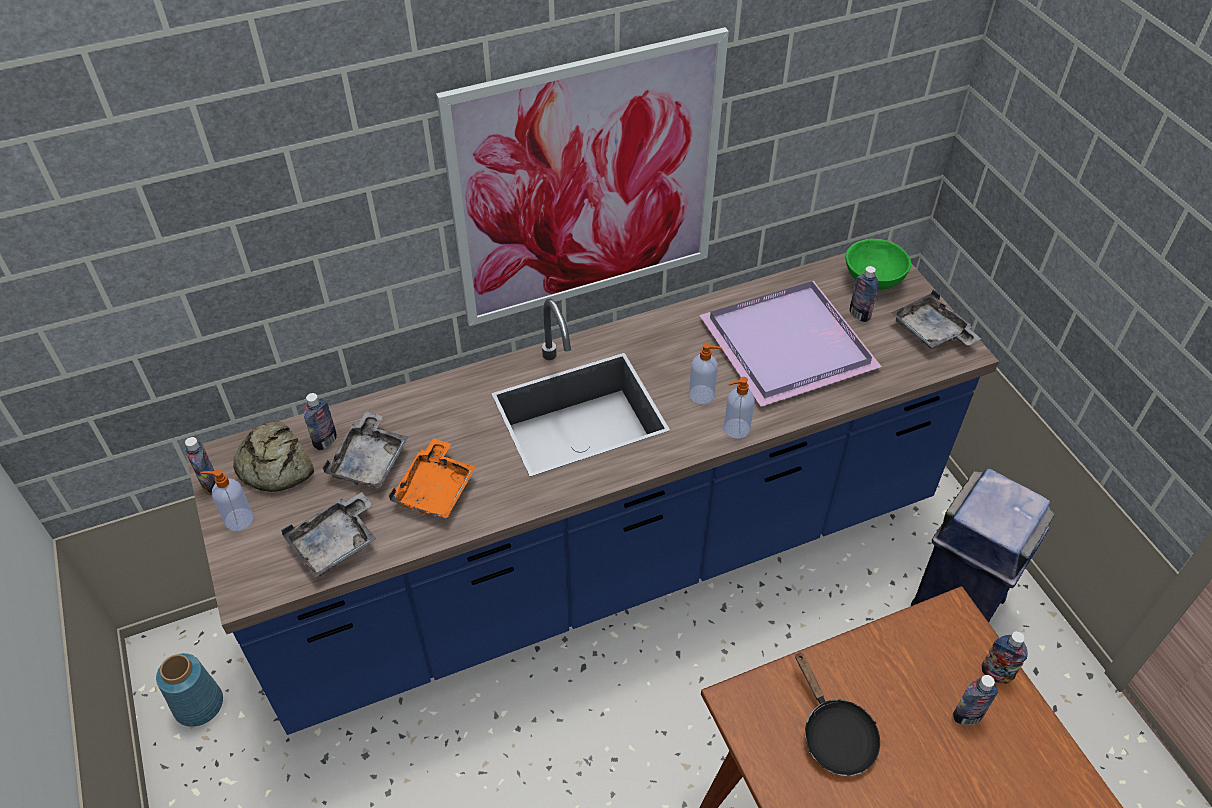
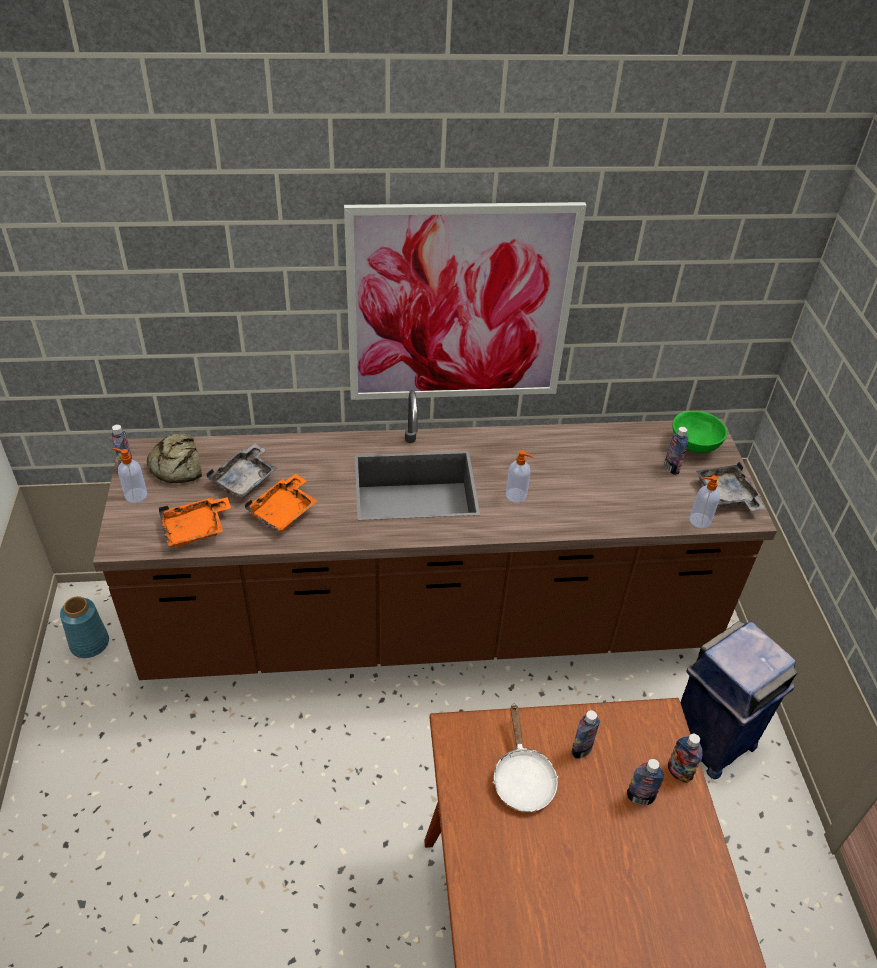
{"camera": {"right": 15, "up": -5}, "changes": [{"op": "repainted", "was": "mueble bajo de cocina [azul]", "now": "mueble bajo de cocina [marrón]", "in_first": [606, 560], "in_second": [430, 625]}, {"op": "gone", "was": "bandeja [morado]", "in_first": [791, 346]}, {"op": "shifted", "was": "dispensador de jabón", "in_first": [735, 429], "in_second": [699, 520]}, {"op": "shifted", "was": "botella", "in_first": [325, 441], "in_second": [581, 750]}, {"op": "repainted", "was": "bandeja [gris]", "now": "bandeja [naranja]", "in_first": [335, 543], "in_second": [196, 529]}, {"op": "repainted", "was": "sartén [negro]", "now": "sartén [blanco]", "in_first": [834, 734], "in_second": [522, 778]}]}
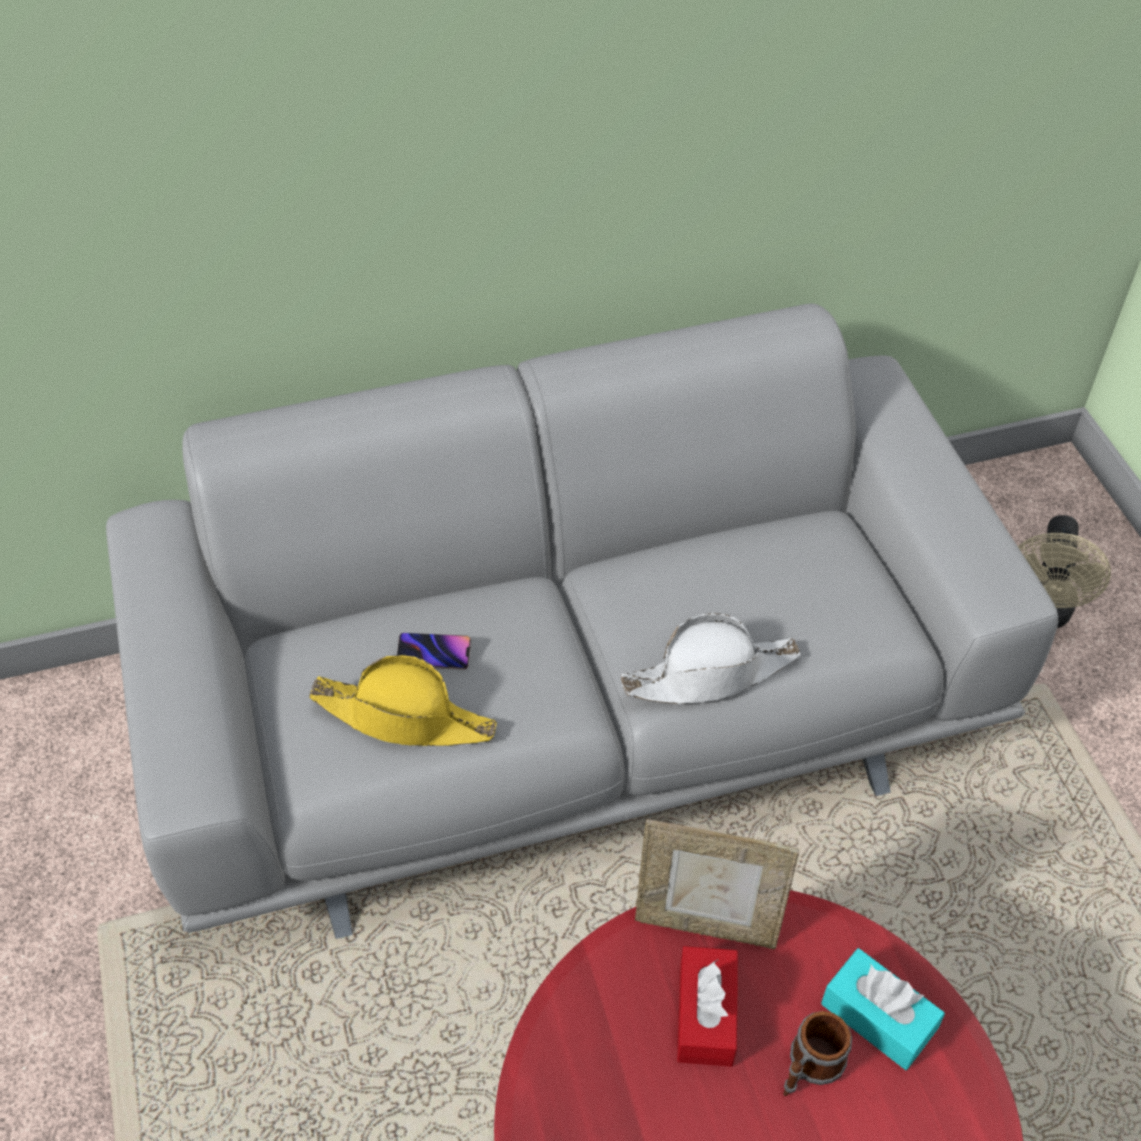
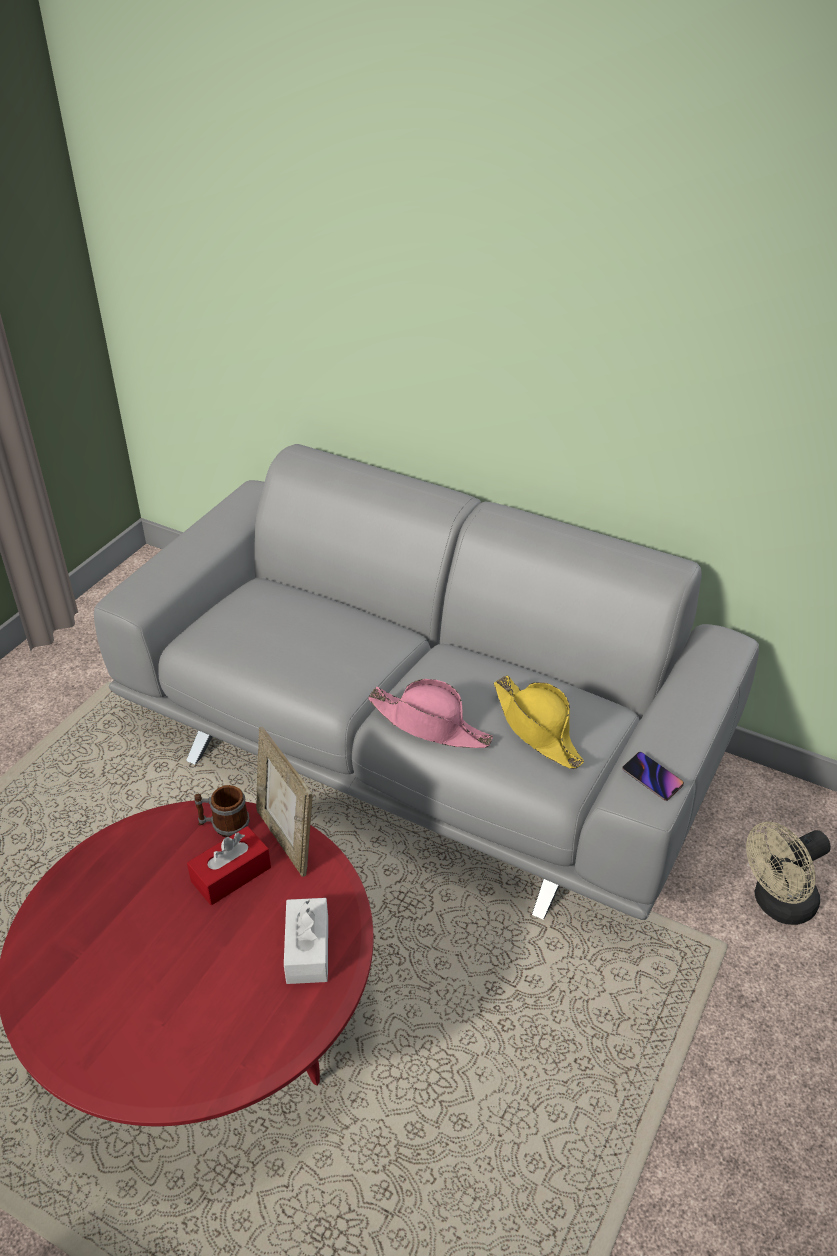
{"camera": {"right": 45, "up": -10}, "changes": [{"op": "repainted", "was": "sombrero [blanco]", "now": "sombrero [rosa]", "in_first": [711, 674], "in_second": [430, 724]}, {"op": "shifted", "was": "móvil", "in_first": [434, 653], "in_second": [652, 778]}, {"op": "shifted", "was": "sombrero [amarillo]", "in_first": [405, 717], "in_second": [537, 728]}, {"op": "repainted", "was": "caja de pañuelos [turquesa]", "now": "caja de pañuelos [blanco]", "in_first": [878, 1017], "in_second": [307, 949]}, {"op": "shifted", "was": "taza grande", "in_first": [809, 1068], "in_second": [224, 825]}]}
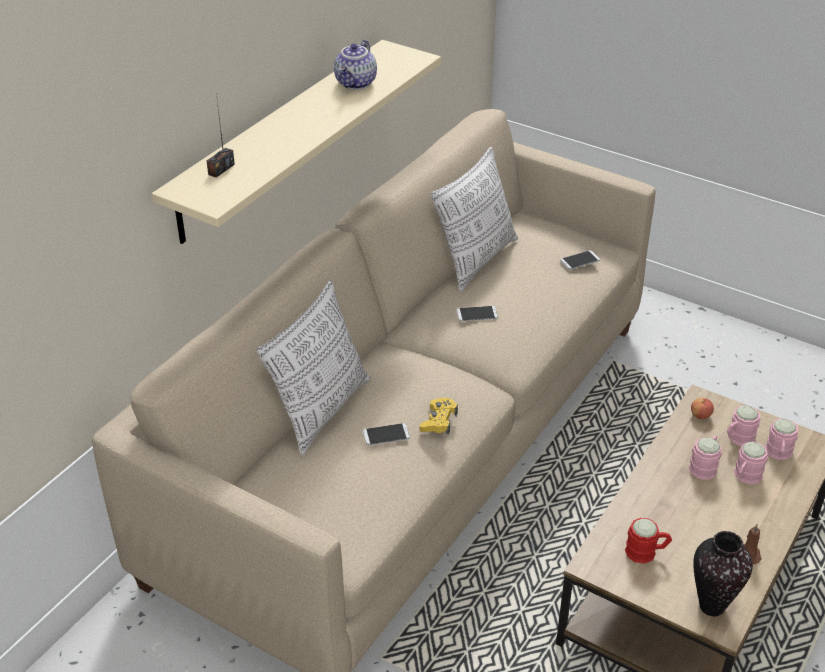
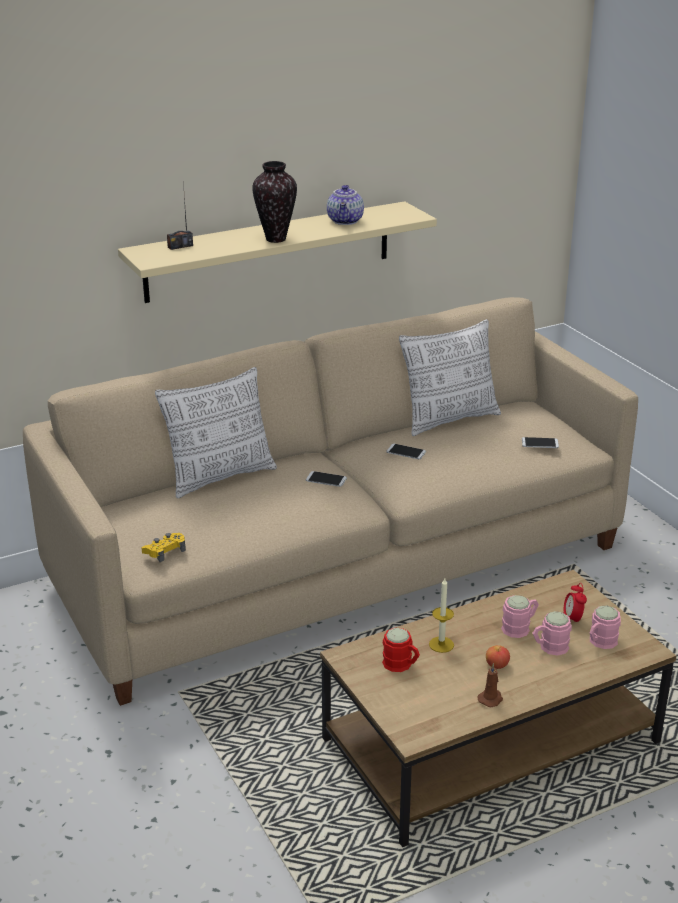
{"camera": {"right": 30, "up": -10}, "changes": [{"op": "rotated", "was": "tetera", "in_first": [356, 83], "in_second": [346, 221], "clockwise": -45}, {"op": "shifted", "was": "mando de consola [amarillo]", "in_first": [439, 421], "in_second": [165, 551]}, {"op": "shifted", "was": "manzana", "in_first": [700, 415], "in_second": [497, 665]}, {"op": "swapped", "was": "taza grande [rosa]", "now": "despertador", "in_first": [737, 439], "in_second": [572, 619]}, {"op": "shifted", "was": "móvil", "in_first": [386, 435], "in_second": [326, 479]}, {"op": "shifted", "was": "florero", "in_first": [712, 605], "in_second": [276, 239]}, {"op": "new", "now": "vela", "in_second": [441, 644]}]}
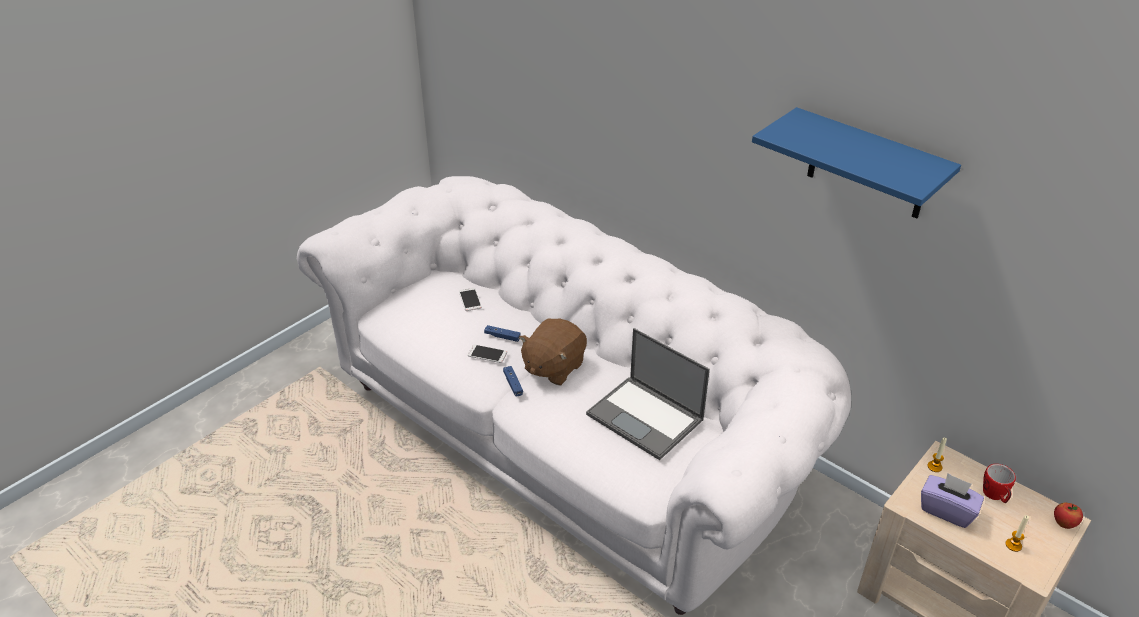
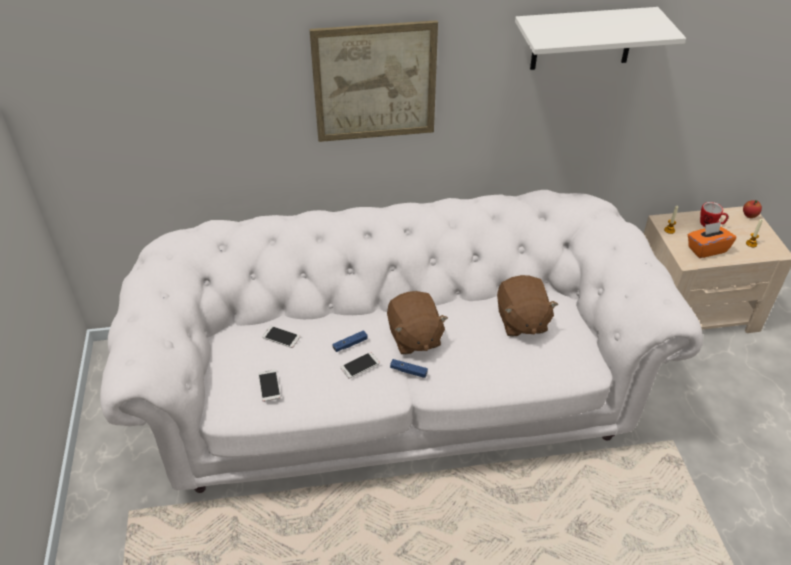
{"camera": {"right": -50, "up": 5}, "changes": [{"op": "repainted", "was": "estante [azul]", "now": "estante [blanco]", "in_first": [868, 165], "in_second": [582, 38]}, {"op": "swapped", "was": "portátil", "now": "peluche [marrón]", "in_first": [646, 417], "in_second": [521, 321]}, {"op": "repainted", "was": "caja de pañuelos [morado]", "now": "caja de pañuelos [naranja]", "in_first": [946, 510], "in_second": [706, 249]}, {"op": "new", "now": "cuadro", "in_second": [375, 82]}, {"op": "new", "now": "móvil", "in_second": [269, 385]}]}
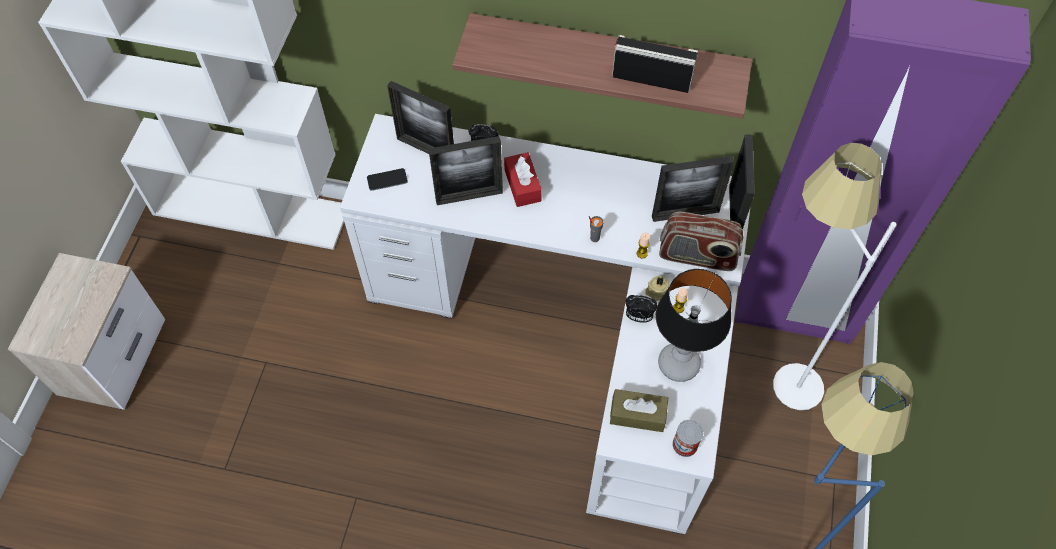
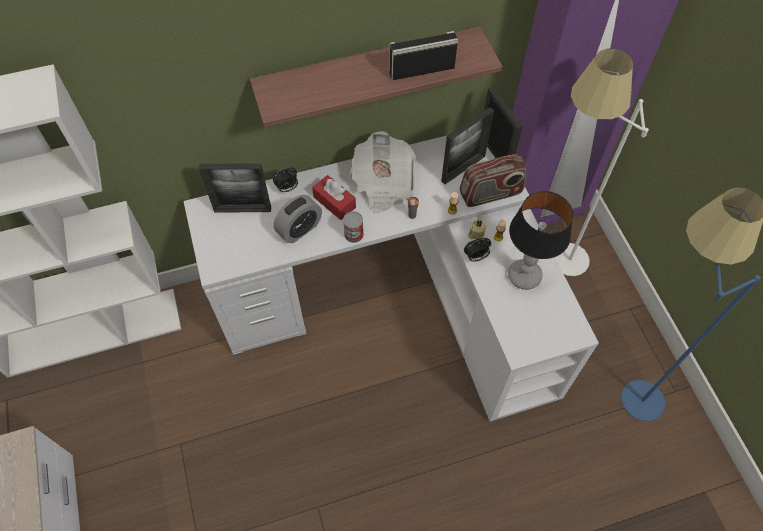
{"camera": {"right": -30, "up": 0}, "changes": [{"op": "swapped", "was": "portarretratos", "now": "despertador", "in_first": [469, 196], "in_second": [299, 229]}, {"op": "gone", "was": "móvil", "in_first": [387, 180]}, {"op": "gone", "was": "caja de pañuelos [marrón]", "in_first": [637, 415]}, {"op": "shifted", "was": "lata", "in_first": [685, 444], "in_second": [353, 234]}, {"op": "new", "now": "periódico", "in_second": [383, 184]}]}
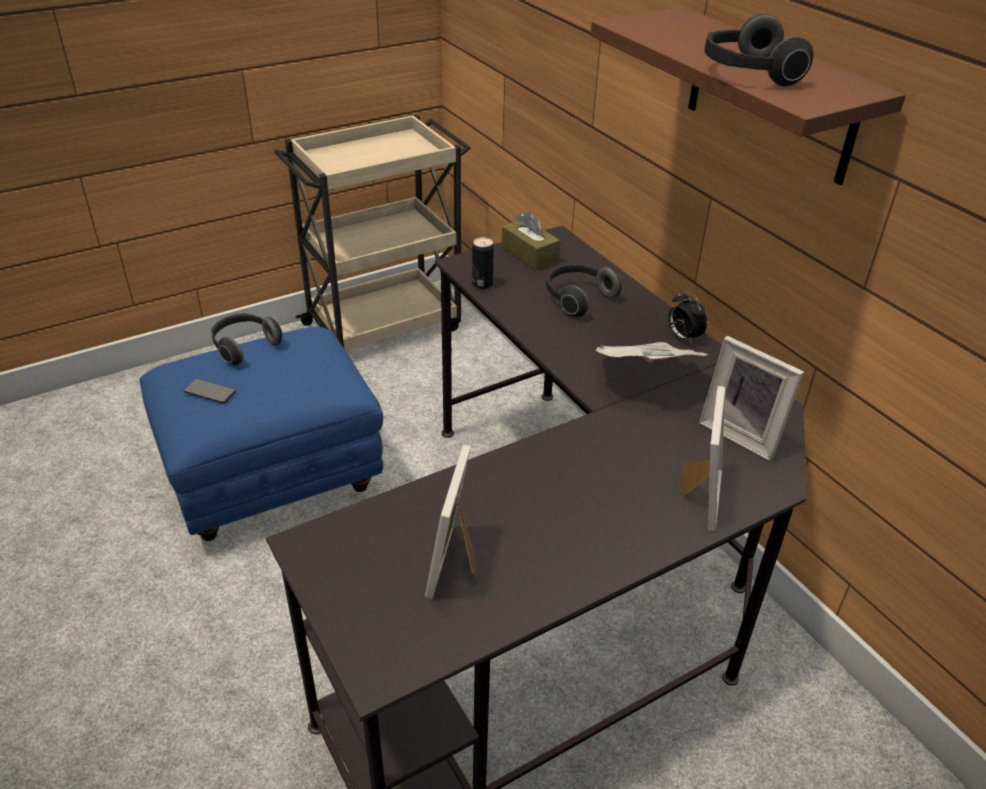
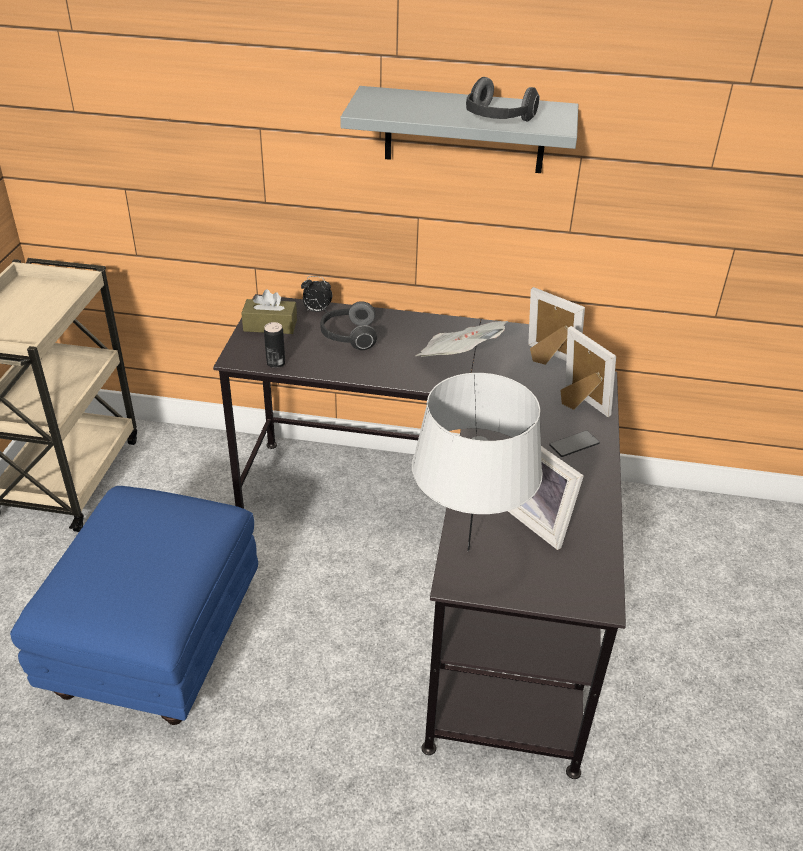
{"camera": {"right": -50, "up": 0}, "changes": [{"op": "repainted", "was": "estante [marrón]", "now": "estante [gris]", "in_first": [770, 95], "in_second": [464, 130]}, {"op": "shifted", "was": "despertador", "in_first": [683, 337], "in_second": [316, 311]}, {"op": "gone", "was": "auriculares", "in_first": [244, 346]}, {"op": "rotated", "was": "portarretratos", "in_first": [742, 433], "in_second": [548, 359], "clockwise": -135}, {"op": "shifted", "was": "móvil", "in_first": [209, 392], "in_second": [574, 444]}, {"op": "new", "now": "lámpara de mesa [gris]", "in_second": [468, 551]}]}
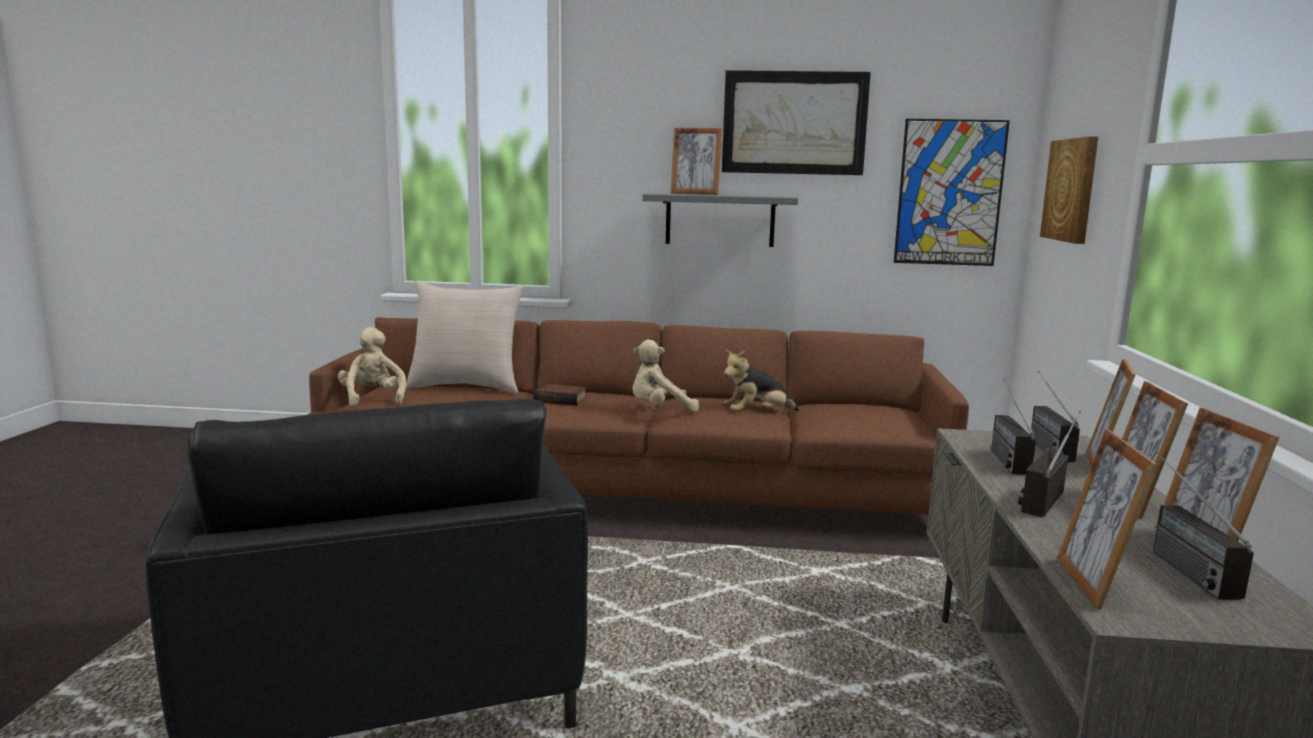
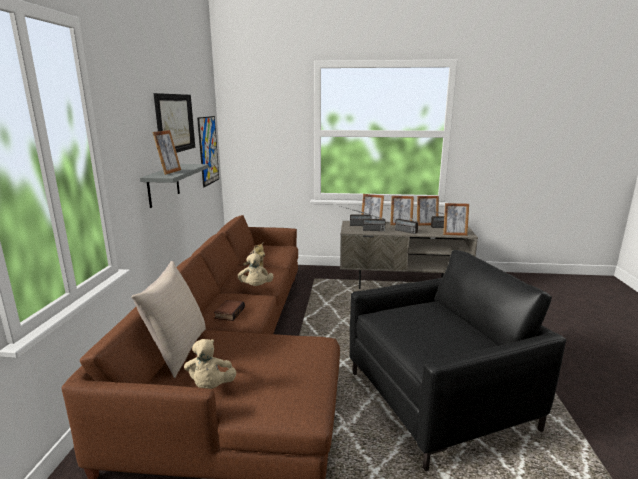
{"camera": {"right": -90, "up": 5}, "changes": [{"op": "gone", "was": "cuadro", "in_first": [1071, 190]}, {"op": "rotated", "was": "peluche [beis]", "in_first": [373, 398], "in_second": [211, 386], "clockwise": -75}]}
